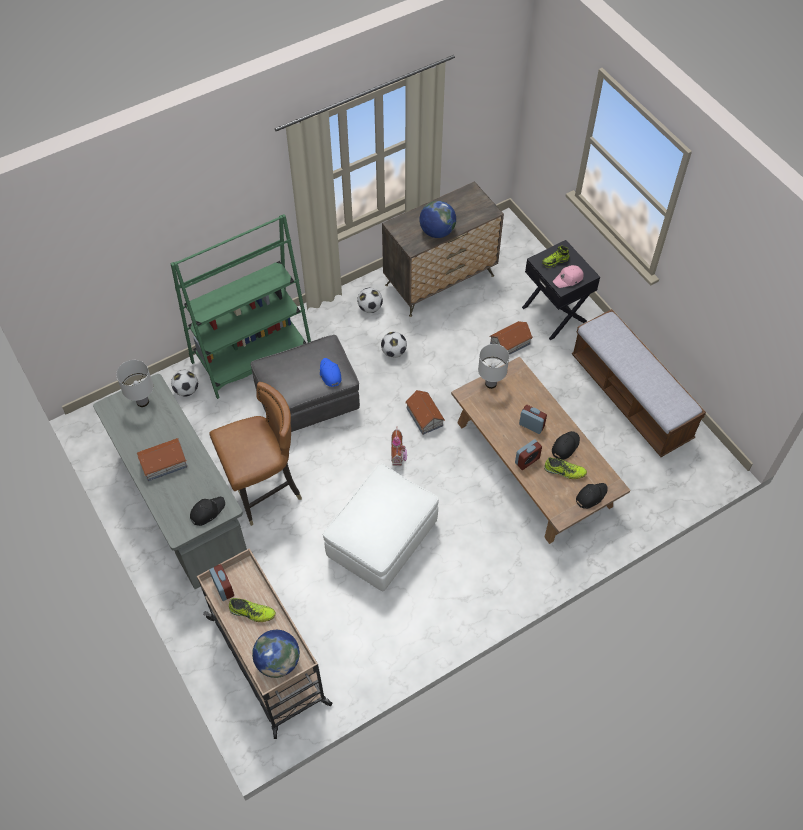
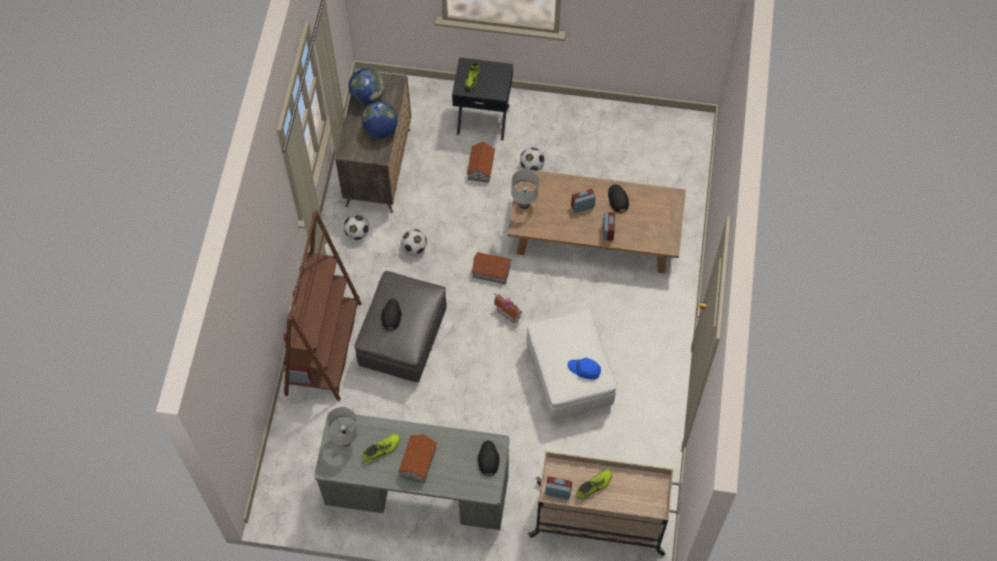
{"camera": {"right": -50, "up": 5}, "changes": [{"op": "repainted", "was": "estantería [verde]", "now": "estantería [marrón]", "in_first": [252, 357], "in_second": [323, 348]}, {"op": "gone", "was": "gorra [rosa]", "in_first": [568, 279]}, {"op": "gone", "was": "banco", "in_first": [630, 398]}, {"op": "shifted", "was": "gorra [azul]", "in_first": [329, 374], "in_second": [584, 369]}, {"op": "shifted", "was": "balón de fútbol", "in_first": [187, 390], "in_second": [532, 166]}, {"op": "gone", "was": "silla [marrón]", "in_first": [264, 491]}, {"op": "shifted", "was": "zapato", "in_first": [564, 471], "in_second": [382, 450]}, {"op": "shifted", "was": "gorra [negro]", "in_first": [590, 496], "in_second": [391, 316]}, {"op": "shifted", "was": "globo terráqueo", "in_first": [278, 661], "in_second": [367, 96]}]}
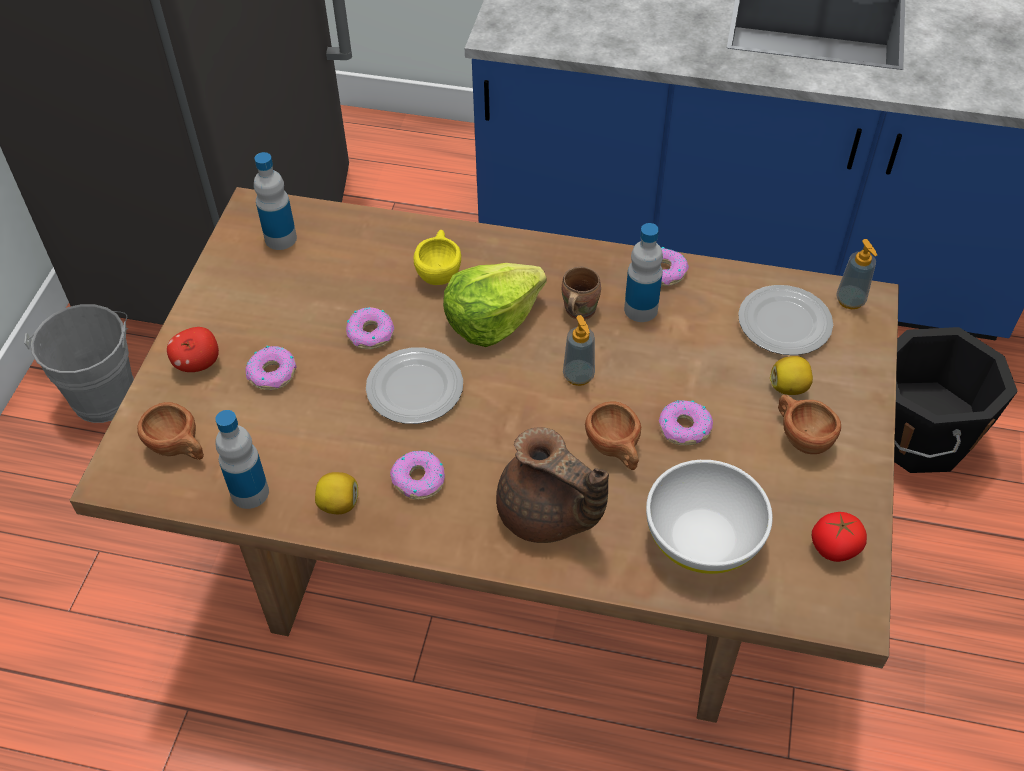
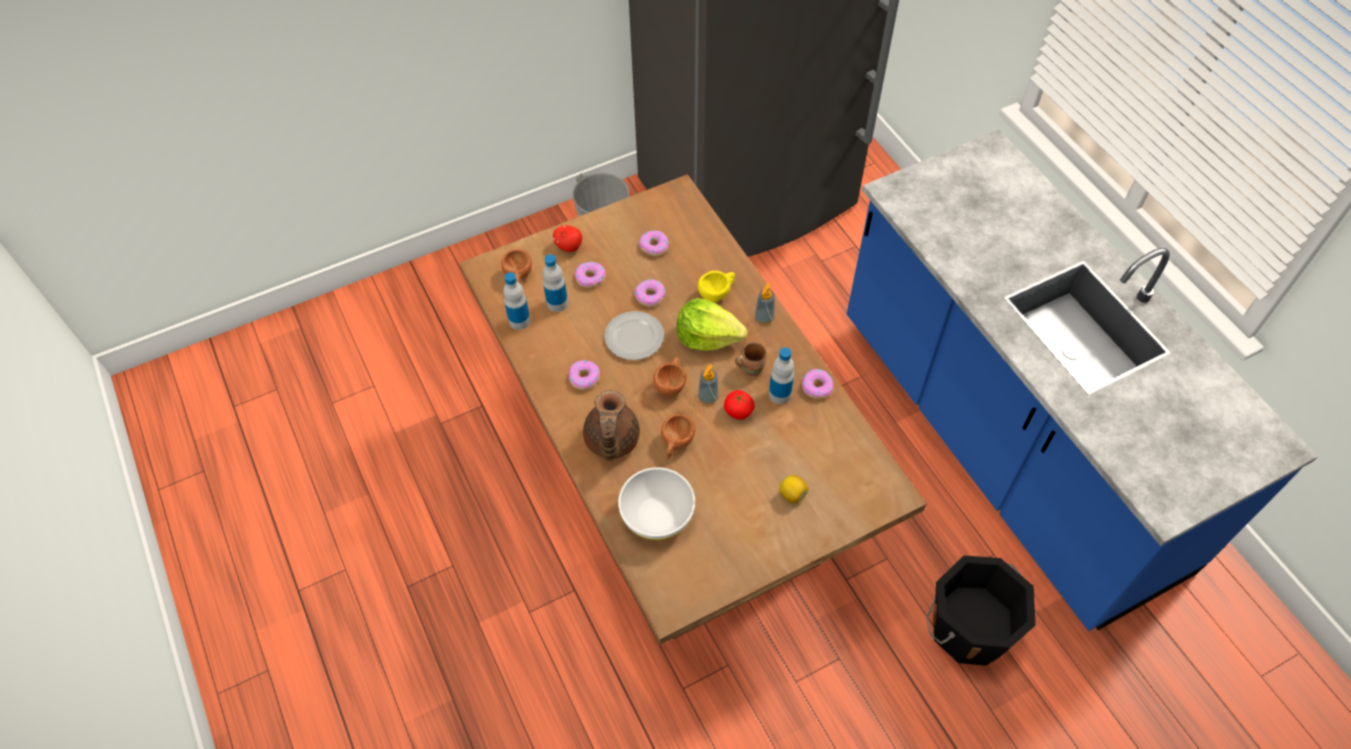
{"camera": {"right": 50, "up": 5}, "changes": [{"op": "shifted", "was": "botella", "in_first": [280, 238], "in_second": [557, 303]}, {"op": "shifted", "was": "dispensador de jabón", "in_first": [850, 300], "in_second": [764, 318]}, {"op": "gone", "was": "plato", "in_first": [784, 324]}, {"op": "shifted", "was": "taza [marrón]", "in_first": [800, 436], "in_second": [671, 384]}, {"op": "shifted", "was": "rosquilla", "in_first": [684, 428], "in_second": [654, 246]}, {"op": "gone", "was": "limón", "in_first": [339, 504]}, {"op": "shifted", "was": "tomate", "in_first": [834, 547], "in_second": [738, 411]}]}
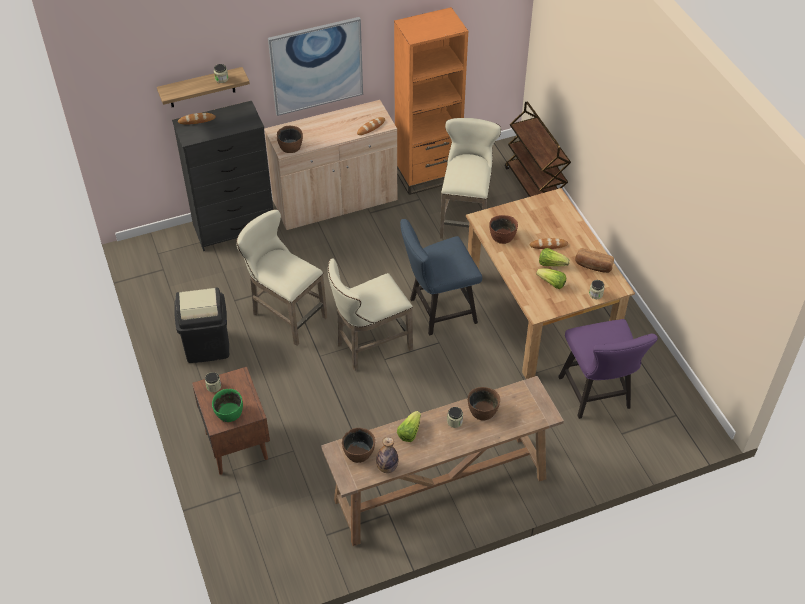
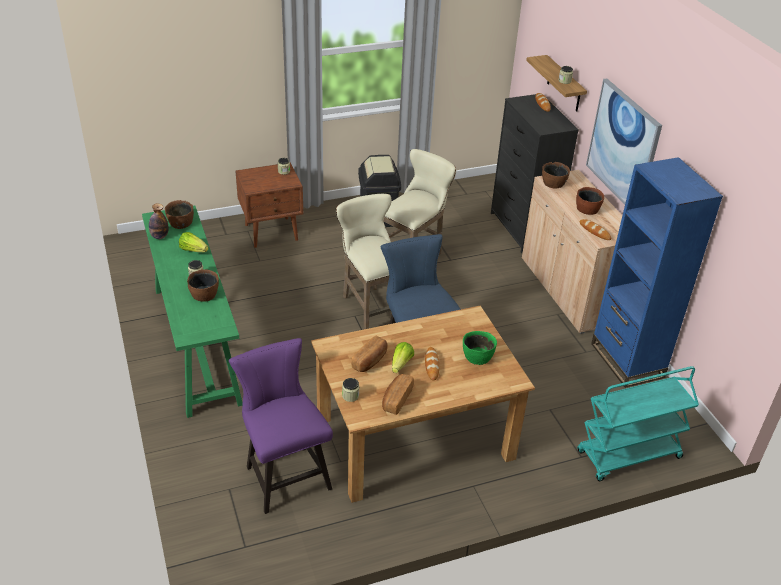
{"camera": {"right": 90, "up": -10}, "changes": [{"op": "repainted", "was": "estantería [naranja]", "now": "estantería [azul]", "in_first": [427, 175], "in_second": [627, 360]}, {"op": "repainted", "was": "carrito [marrón]", "now": "carrito [turquesa]", "in_first": [535, 187], "in_second": [628, 456]}, {"op": "gone", "was": "taburete [beis]", "in_first": [465, 217]}, {"op": "shifted", "was": "cuenco [marrón]", "in_first": [502, 236], "in_second": [588, 209]}, {"op": "swapped", "was": "lechuga", "now": "pan", "in_first": [551, 283], "in_second": [370, 361]}, {"op": "rotated", "was": "silla [morado]", "in_first": [597, 396], "in_second": [284, 474], "clockwise": 75}, {"op": "repainted", "was": "mesa consola [marrón]", "now": "mesa consola [verde]", "in_first": [439, 490], "in_second": [196, 343]}, {"op": "shifted", "was": "cuenco [verde]", "in_first": [229, 413], "in_second": [477, 356]}]}
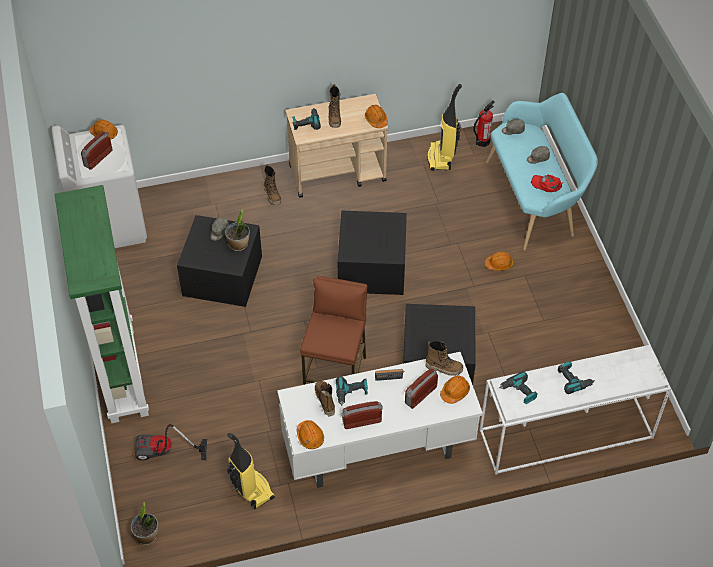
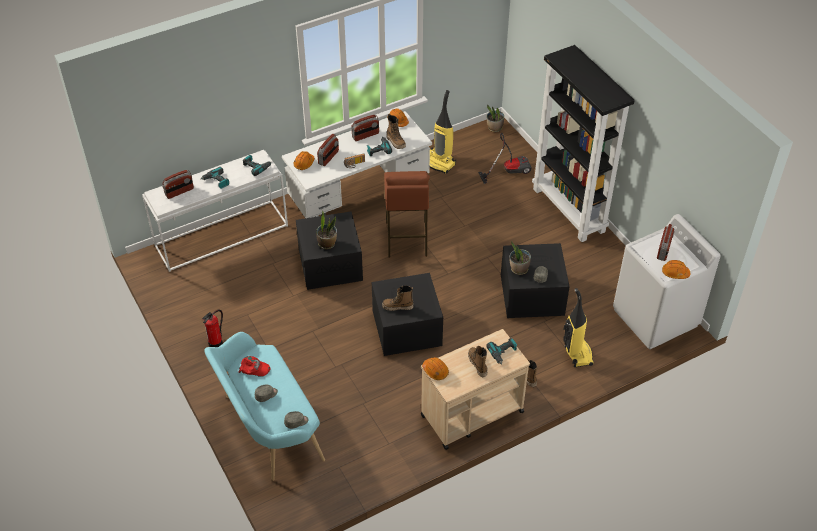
{"camera": {"right": 165, "up": -5}, "changes": [{"op": "shifted", "was": "aspiradora", "in_first": [441, 158], "in_second": [576, 352]}, {"op": "shifted", "was": "extintor", "in_first": [482, 141], "in_second": [216, 344]}, {"op": "repainted", "was": "estantería [verde]", "now": "estantería [negro]", "in_first": [121, 373], "in_second": [569, 210]}, {"op": "gone", "was": "casco [naranja]", "in_first": [499, 264]}, {"op": "shifted", "was": "bota", "in_first": [444, 368], "in_second": [397, 307]}, {"op": "new", "now": "radio", "in_second": [179, 192]}, {"op": "new", "now": "planta en maceta", "in_second": [327, 244]}]}
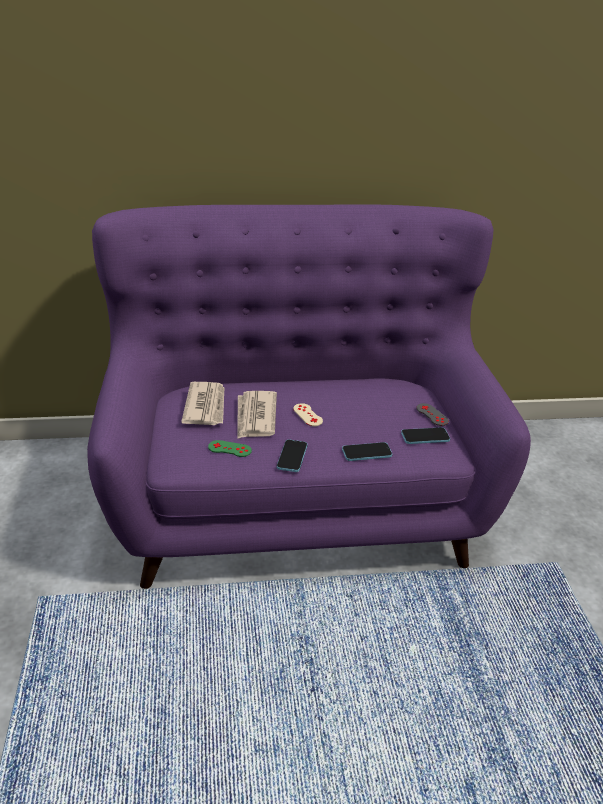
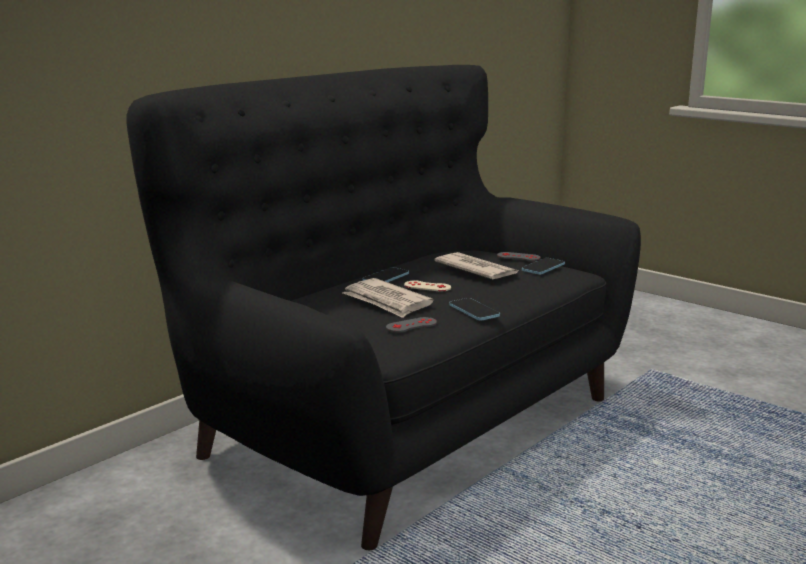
{"camera": {"right": -40, "up": -15}, "changes": [{"op": "repainted", "was": "sofá [morado]", "now": "sofá [negro]", "in_first": [297, 503], "in_second": [405, 421]}, {"op": "shifted", "was": "periódico", "in_first": [206, 406], "in_second": [476, 270]}, {"op": "repainted", "was": "mando de consola [verde]", "now": "mando de consola [gris]", "in_first": [229, 449], "in_second": [411, 325]}, {"op": "shifted", "was": "móvil", "in_first": [366, 453], "in_second": [386, 278]}]}
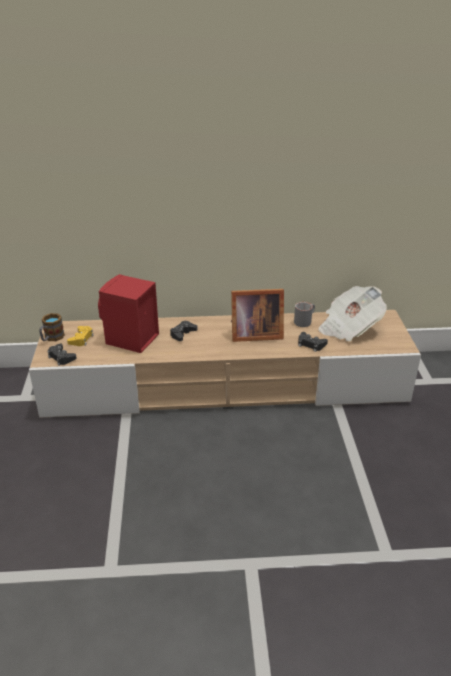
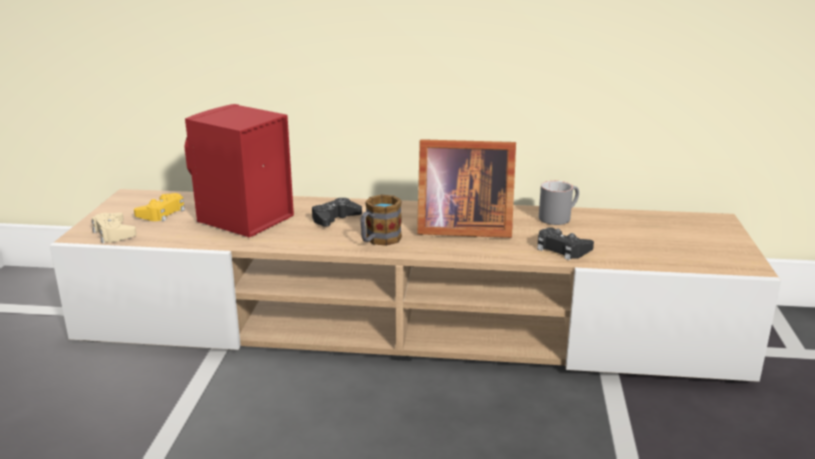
{"camera": {"right": 10, "up": -10}, "changes": [{"op": "gone", "was": "periódico", "in_first": [349, 327]}, {"op": "shifted", "was": "taza grande", "in_first": [52, 338], "in_second": [379, 240]}, {"op": "repainted", "was": "mando de consola [negro]", "now": "mando de consola [beis]", "in_first": [61, 357], "in_second": [113, 233]}]}
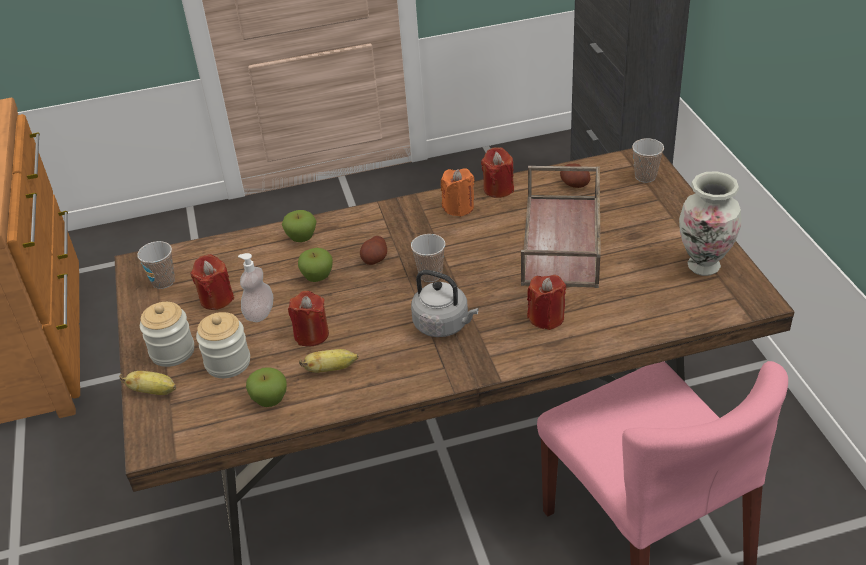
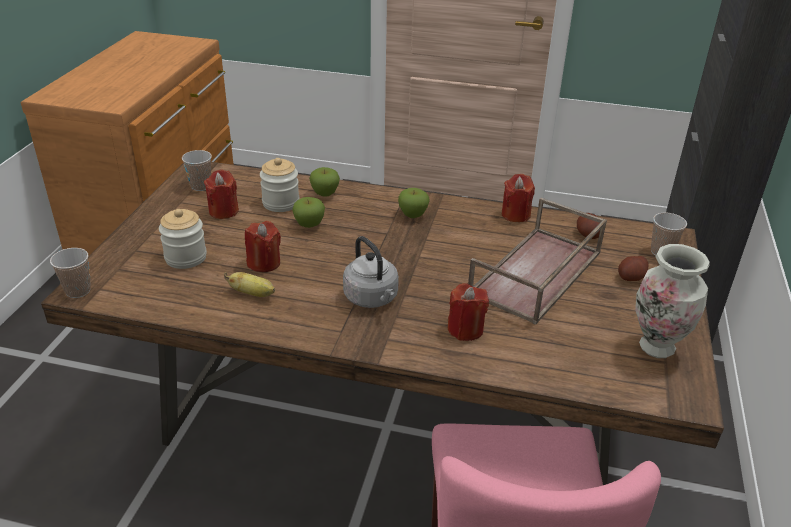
{"camera": {"right": 25, "up": -5}, "changes": [{"op": "gone", "was": "vela [naranja]", "in_first": [458, 207]}, {"op": "shifted", "was": "taza", "in_first": [430, 275], "in_second": [78, 291]}, {"op": "shifted", "was": "patata", "in_first": [375, 259], "in_second": [631, 278]}, {"op": "gone", "was": "dispensador de jabón", "in_first": [259, 313]}, {"op": "shifted", "was": "tarro", "in_first": [172, 351], "in_second": [281, 203]}, {"op": "shifted", "was": "manzana", "in_first": [270, 400], "in_second": [413, 215]}, {"op": "gone", "was": "plátano", "in_first": [154, 392]}]}
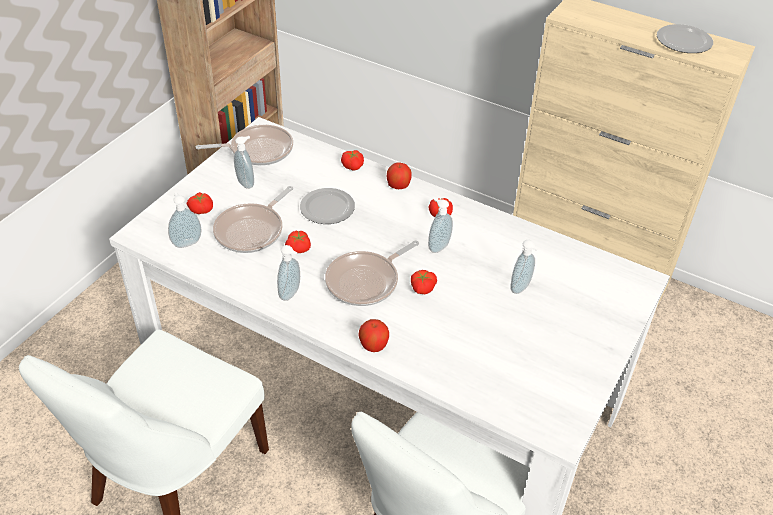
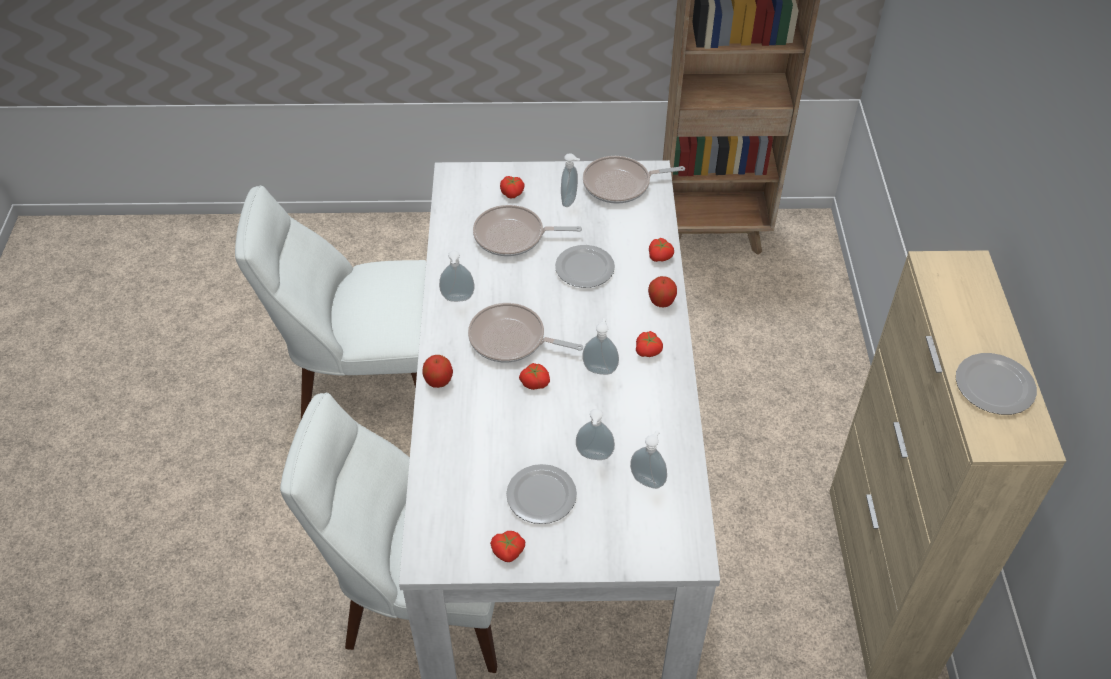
{"camera": {"right": 60, "up": 5}, "changes": [{"op": "rotated", "was": "sartén", "in_first": [257, 150], "in_second": [621, 184], "clockwise": 120}, {"op": "shifted", "was": "dispensador de jabón", "in_first": [186, 242], "in_second": [648, 480]}, {"op": "shifted", "was": "tomate", "in_first": [299, 249], "in_second": [508, 552]}, {"op": "new", "now": "plato", "in_second": [540, 496]}]}
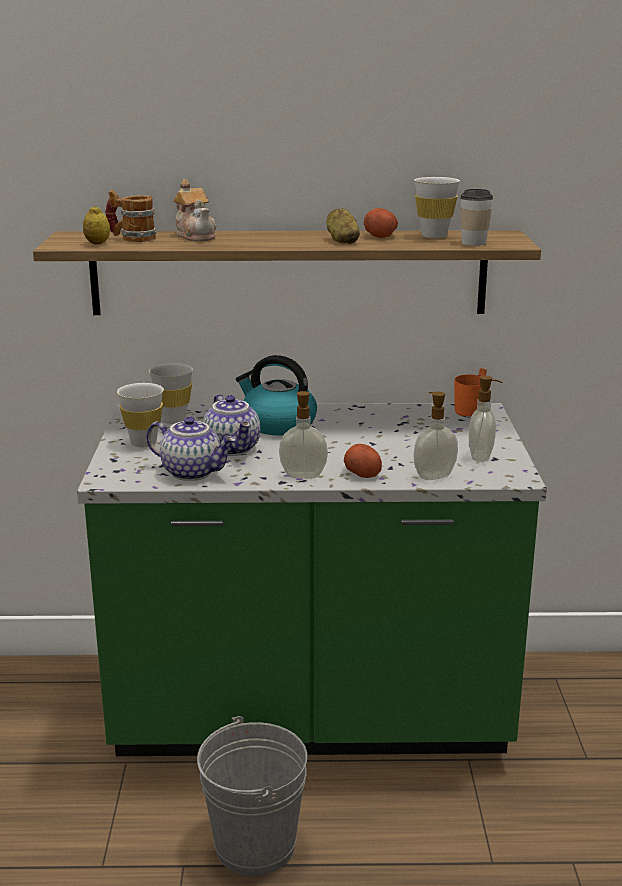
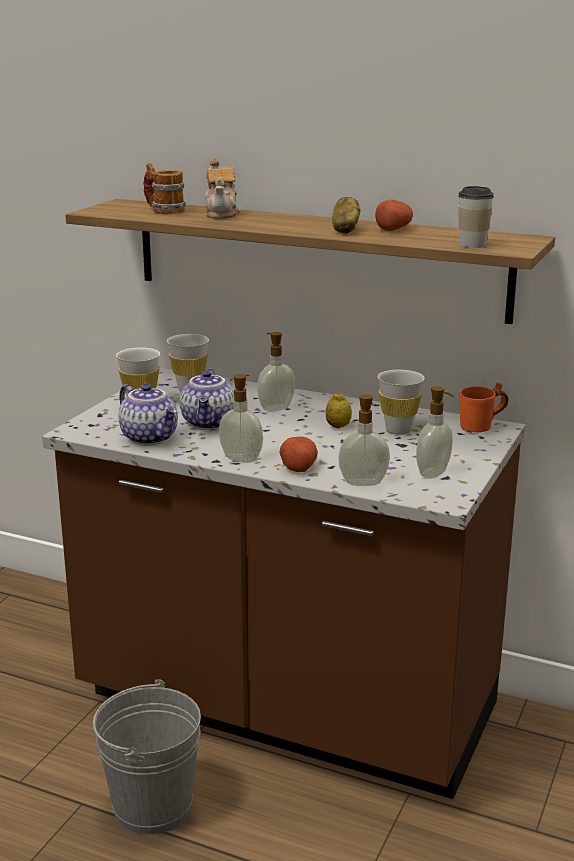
{"camera": {"right": 25, "up": 0}, "changes": [{"op": "shifted", "was": "taza [blanco]", "in_first": [434, 236], "in_second": [398, 430]}, {"op": "shifted", "was": "limón", "in_first": [97, 243], "in_second": [338, 426]}, {"op": "swapped", "was": "hervidor", "now": "dispensador de jabón", "in_first": [277, 424], "in_second": [275, 408]}, {"op": "repainted", "was": "mueble bajo de cocina [verde]", "now": "mueble bajo de cocina [marrón]", "in_first": [311, 717], "in_second": [287, 708]}]}
